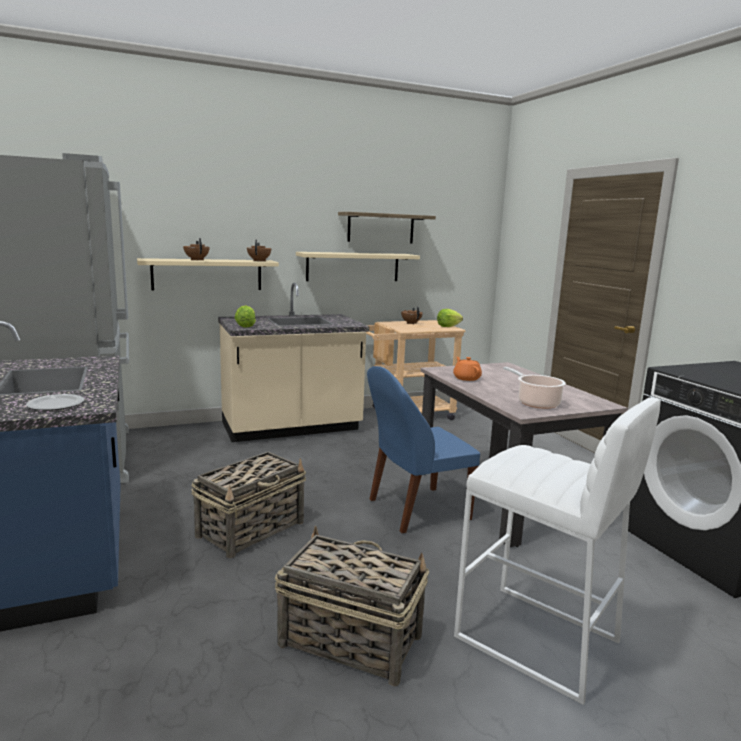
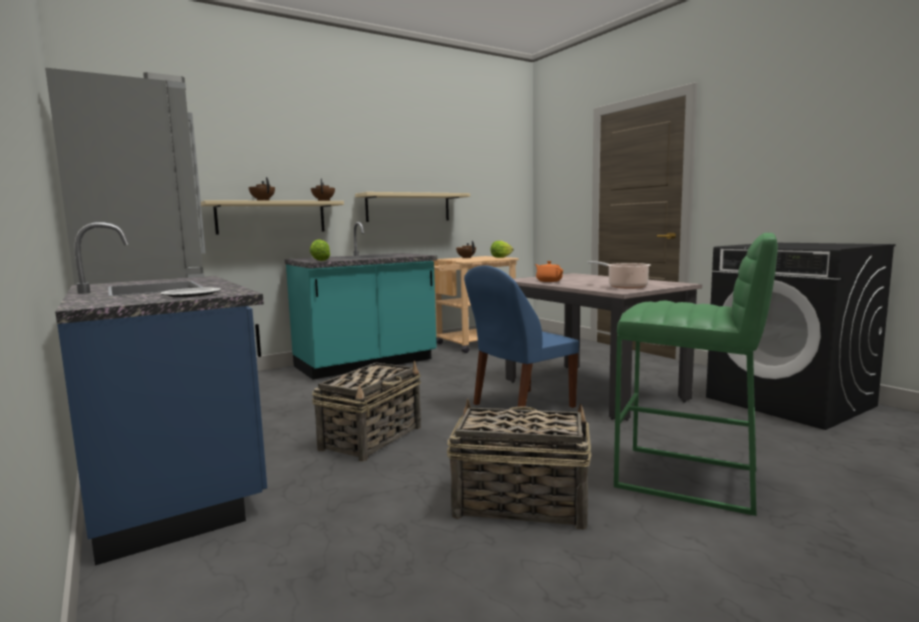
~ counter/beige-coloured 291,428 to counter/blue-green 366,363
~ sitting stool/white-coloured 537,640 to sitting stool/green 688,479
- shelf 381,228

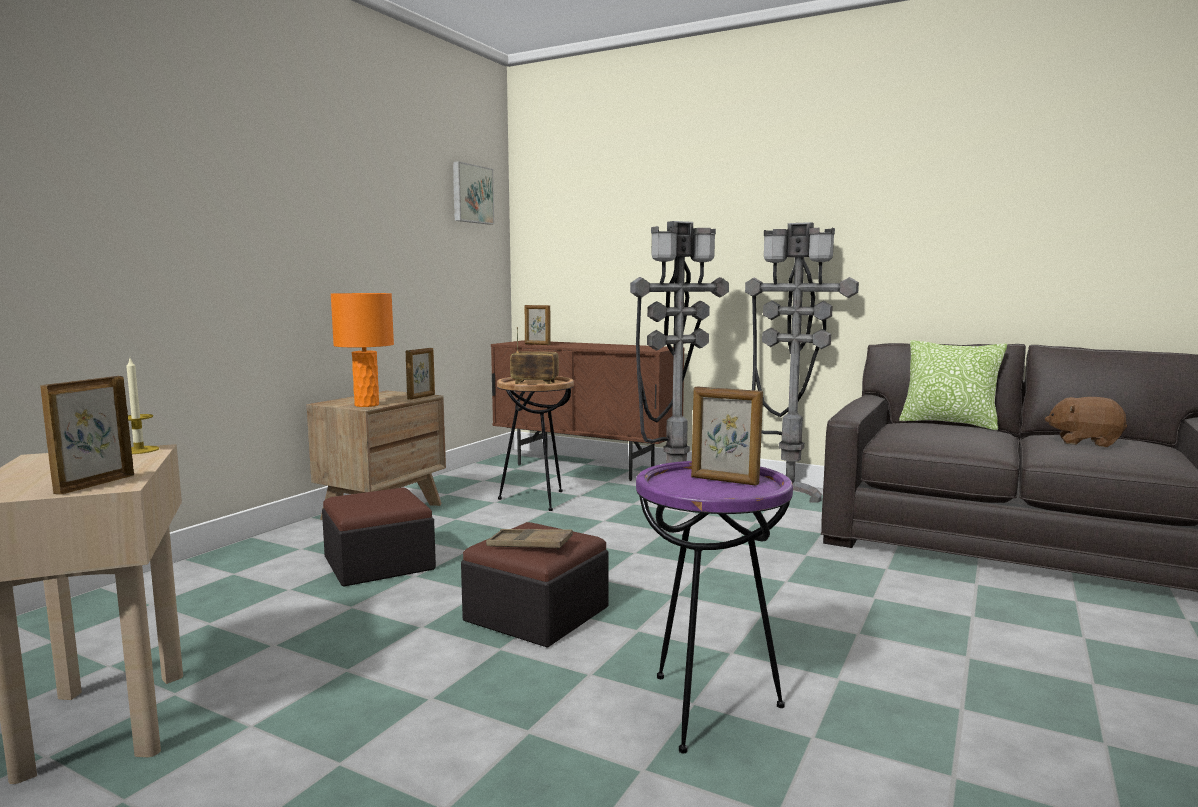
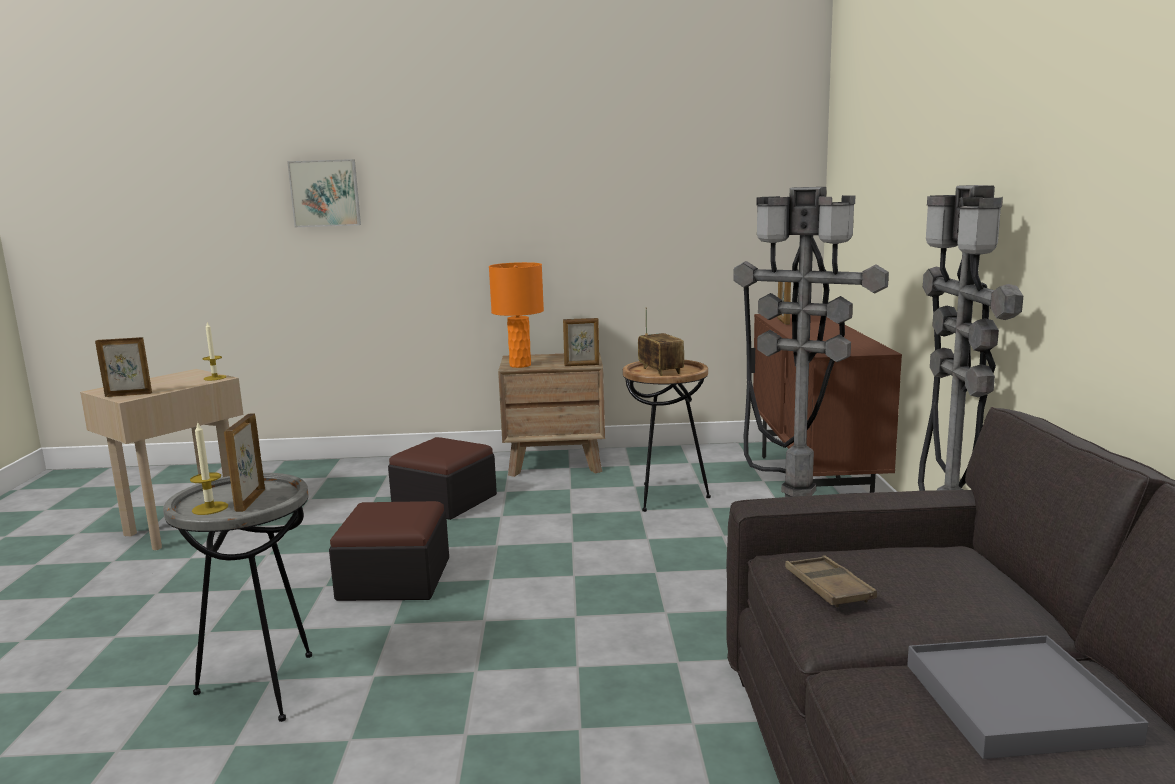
~ side table/purplish 708,709 to side table/greyish 263,688
+ wax light 210,508
~ picture 471,194 to 325,193
~ carrying tray/brownish 529,545 to 828,588
~ soft toy/brownish 1085,442 to carrying tray/greyish 1016,703
- throw pillow 949,423

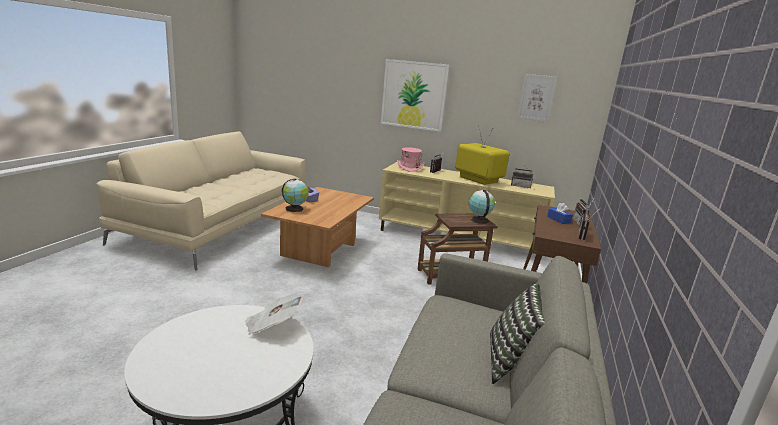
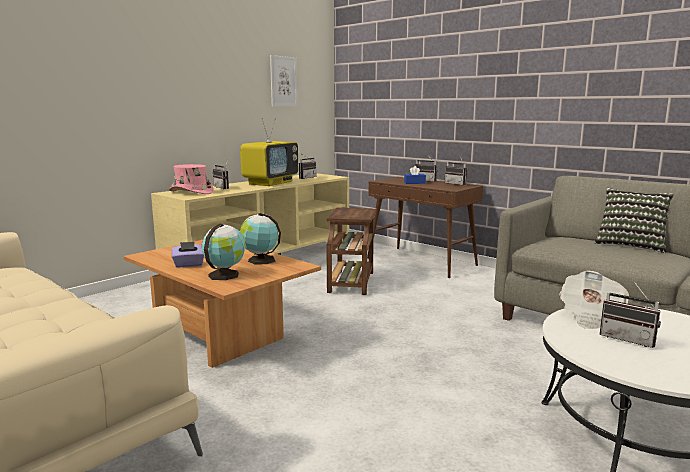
~ TV 477,179 = 270,183 135 degrees clockwise
~ world globe 479,220 to 260,260
+ radio receiver 628,339
- picture 414,95

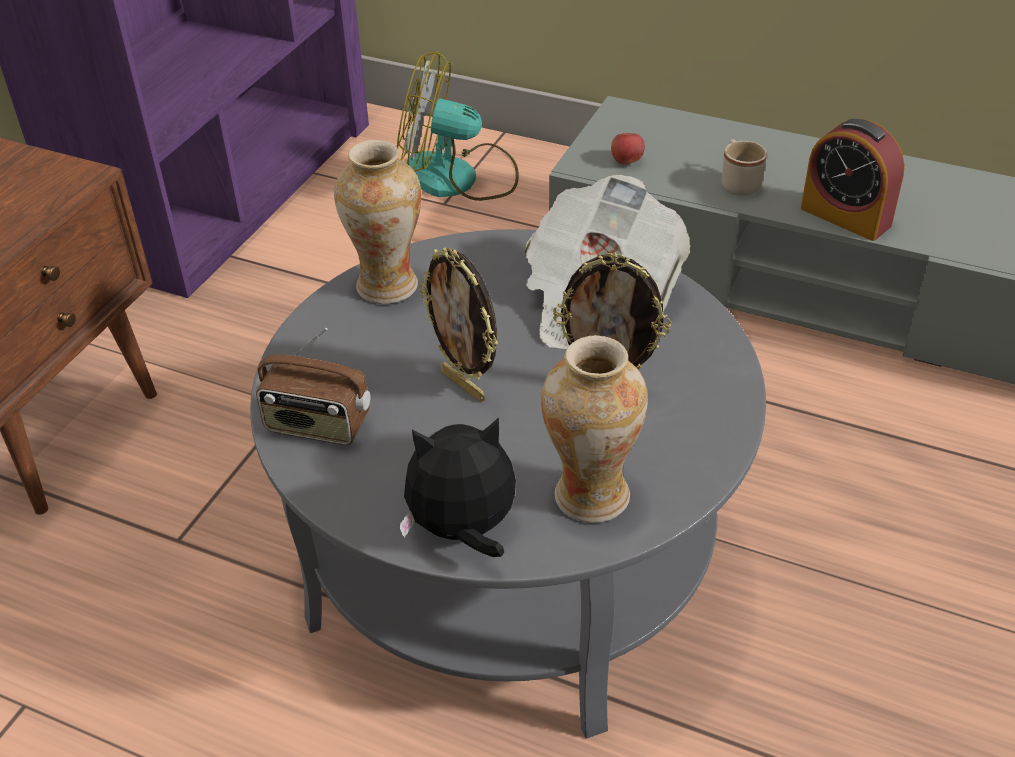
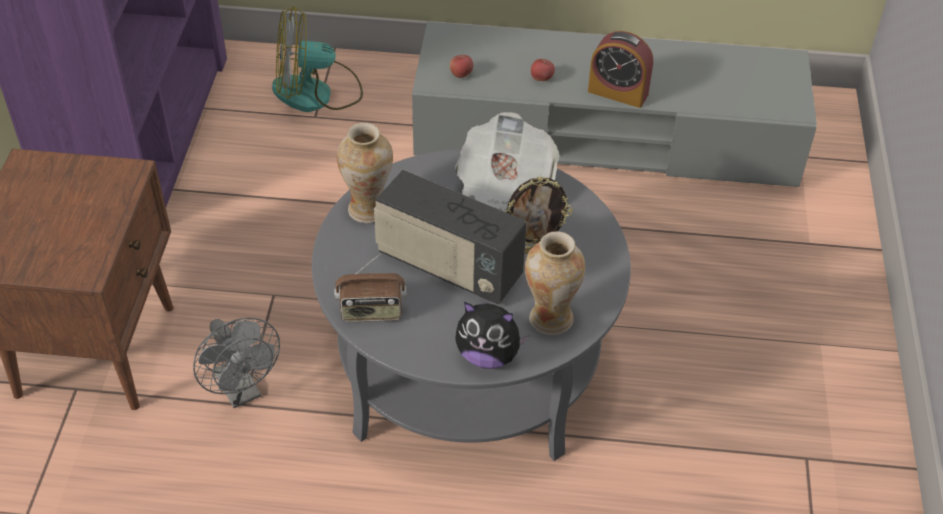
+ electric fan/greyish 242,391
~ standing frame 465,385 to radio receiver 448,267
~ soft toy 463,531 = 488,355 135 degrees counterclockwise
~ mug/beige-coloured 738,183 to apple fruit 541,78

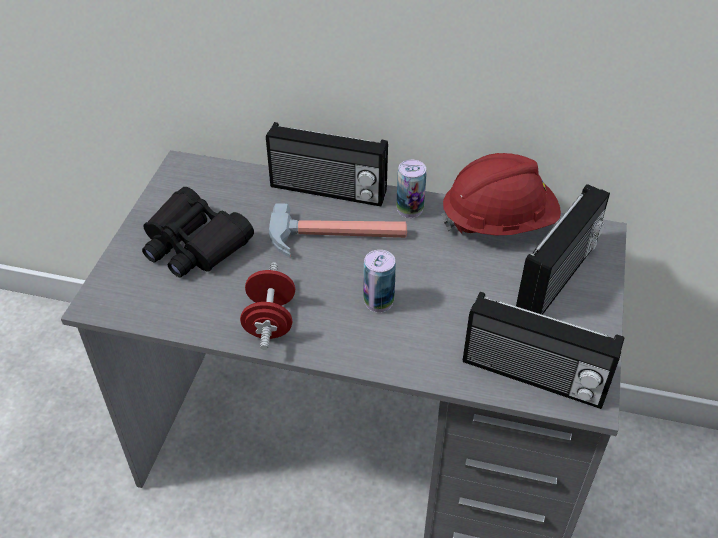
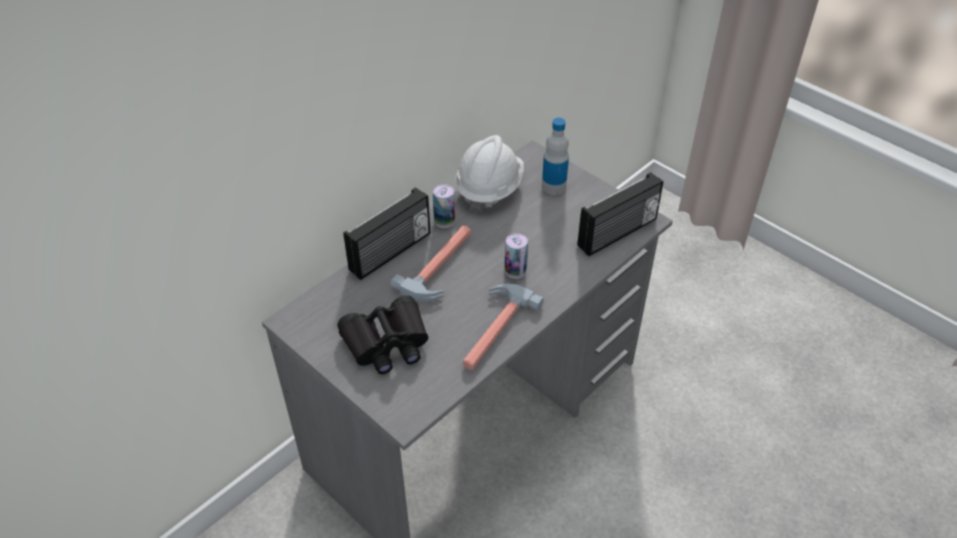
~ hard hat/red-coloured 498,222 to hard hat/white-coloured 489,188
~ dumbbell/red-coloured 270,320 to hand hammer 493,329
~ radio receiver 559,277 to beverage bottle 553,186

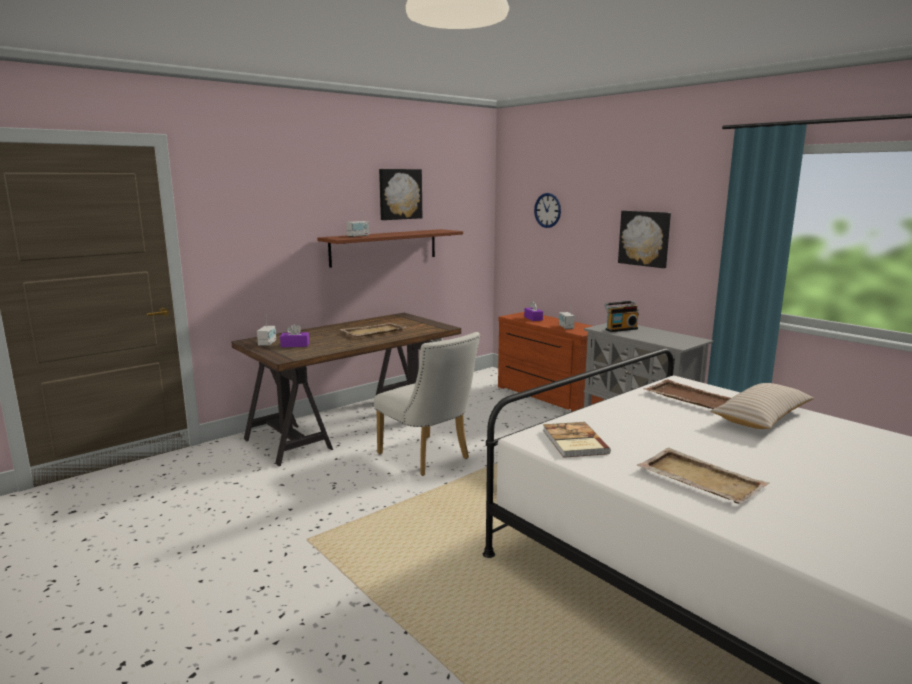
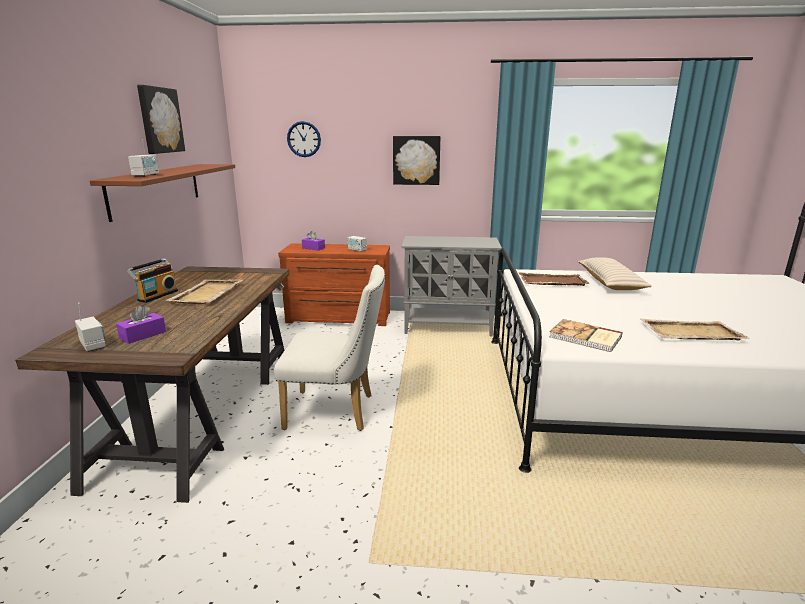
~ radio receiver 620,329 to 157,295

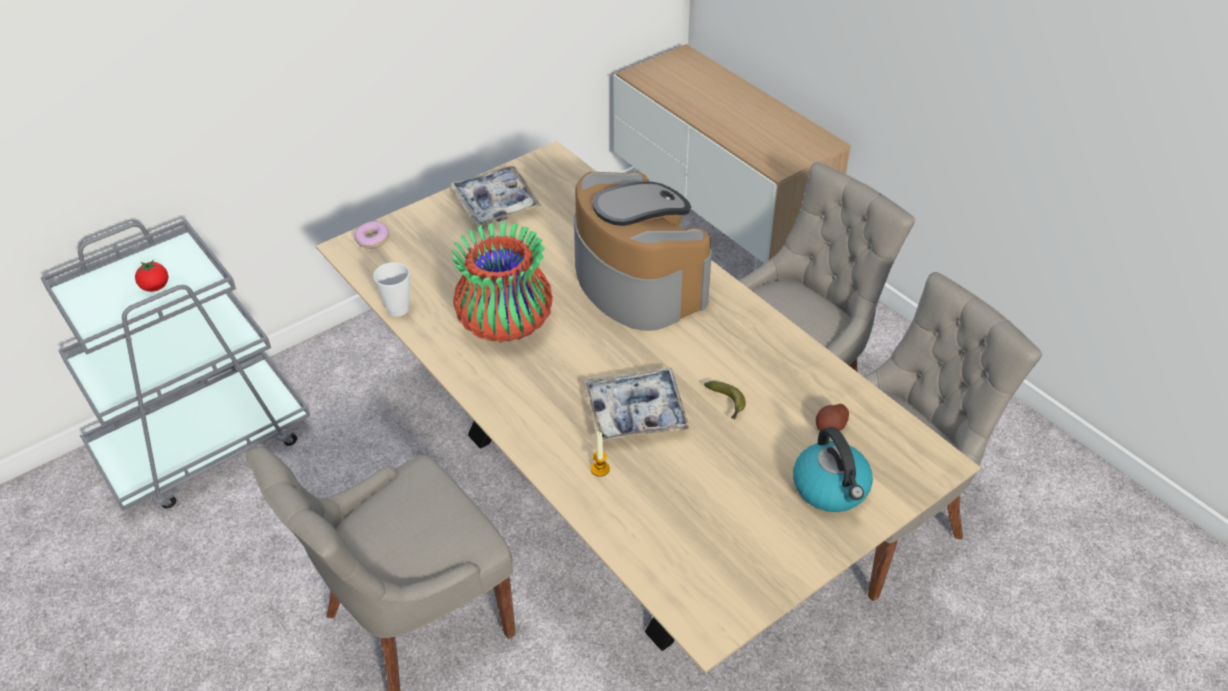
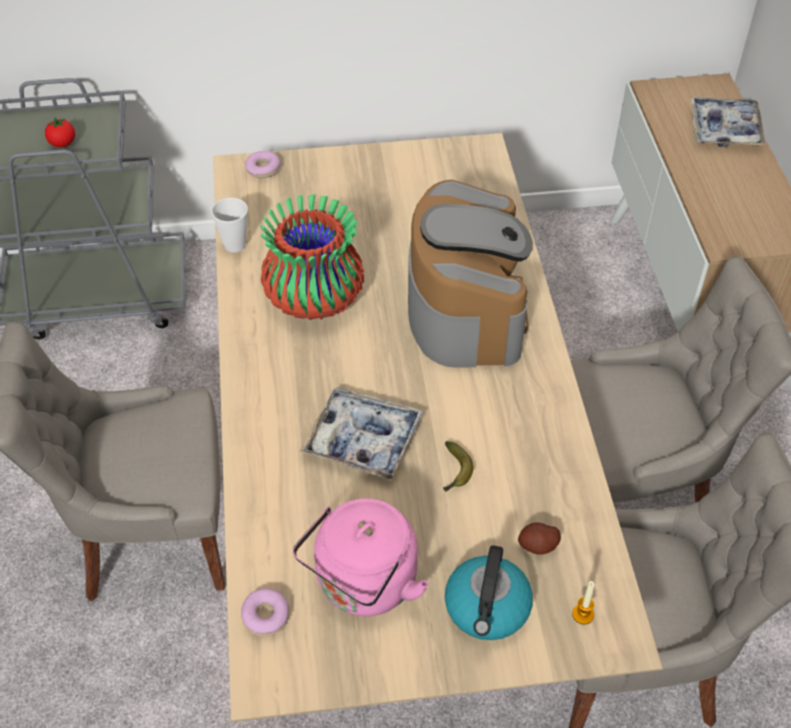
+ donut 266,616
+ kettle/pink-coloured 363,585
~ wax light 600,469 to 583,614
~ carrying tray 495,203 to 724,129

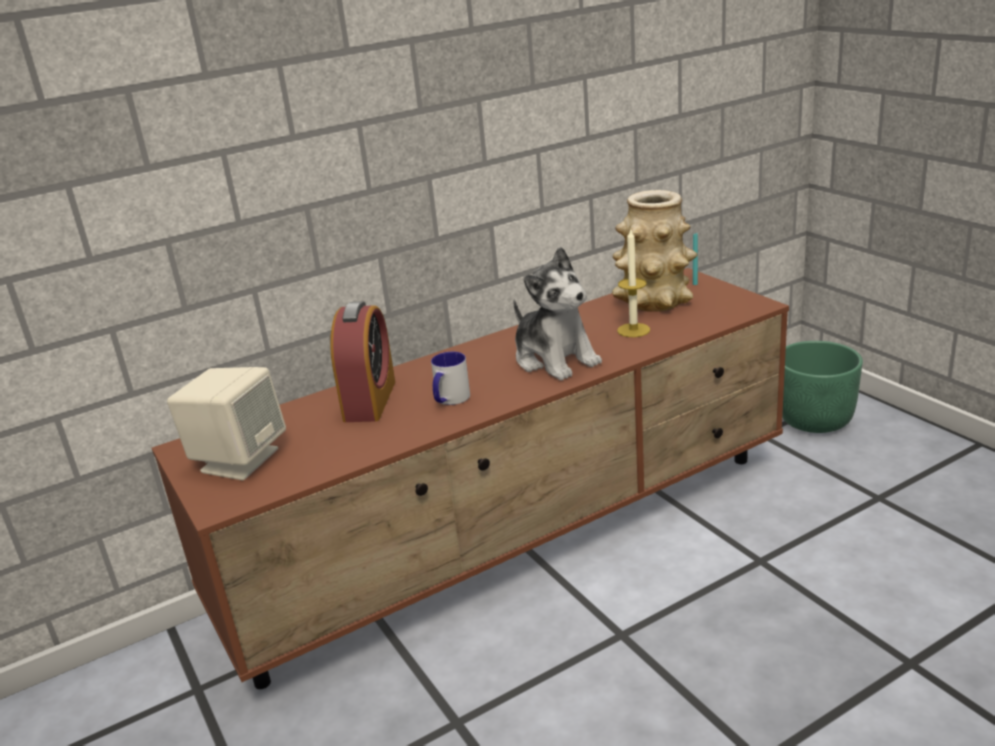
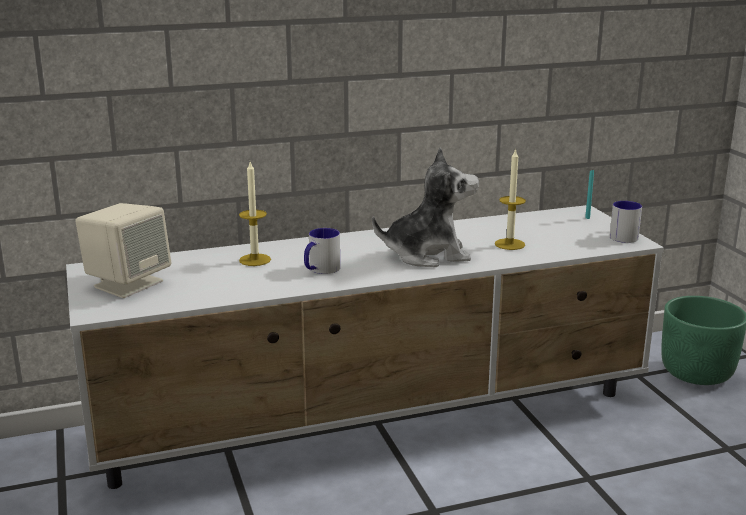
~ tv stand/brownish 518,540 to tv stand/white-coloured 375,419
~ table clock 370,400 to wax light 255,260
~ soft toy 555,359 = 427,255 75 degrees counterclockwise
+ mug 622,235
- decorative vase 654,301

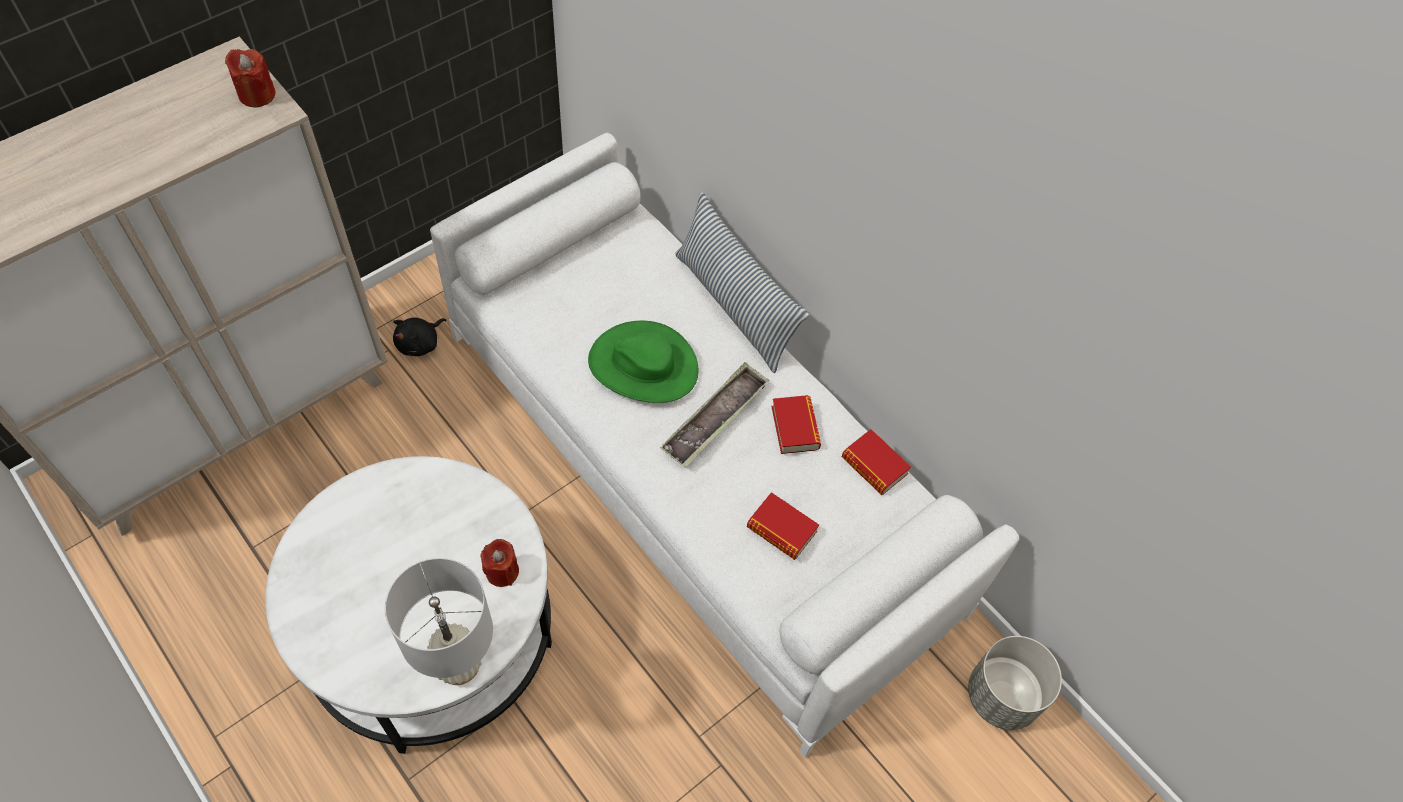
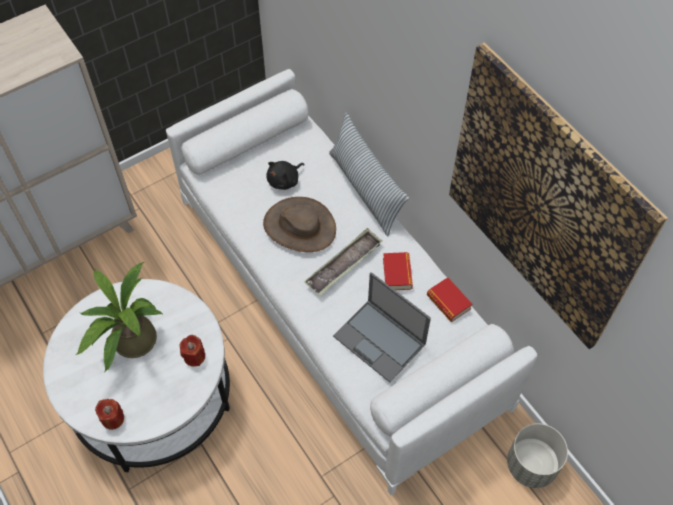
+ houseplant 130,343
~ wax light/red-coloured 257,94 to 113,419
~ wearable hat/green 643,365 to wearable hat/brownish 299,226
~ soft toy/black-coloured 420,343 to 285,180
~ book 781,529 to portable computer 380,340
+ picture 543,201
- tabletop lamp/white-coloured 459,665

